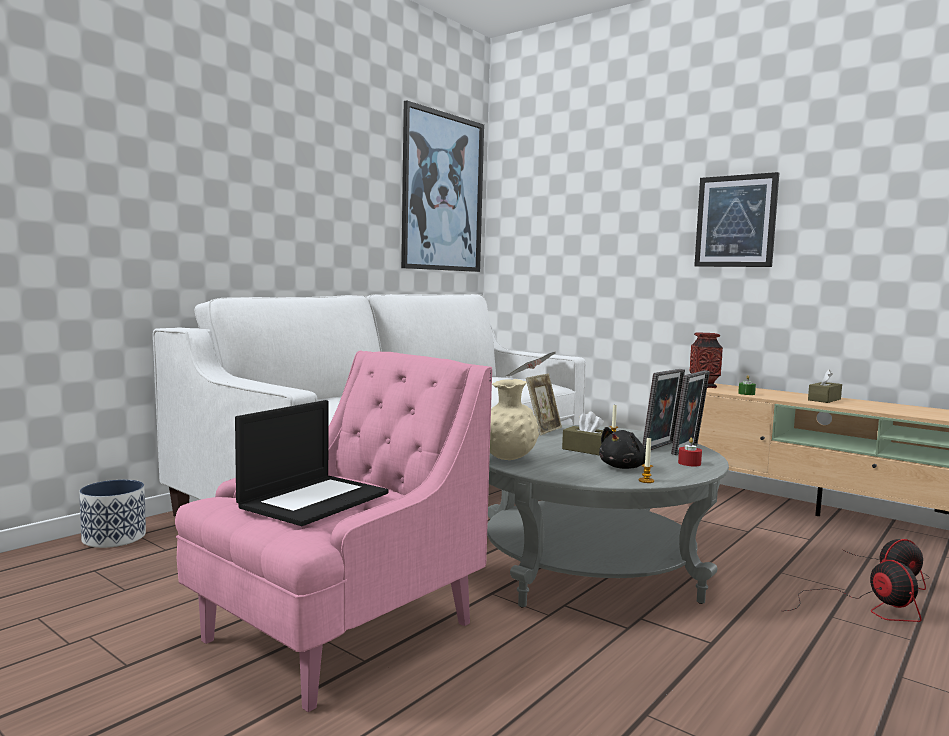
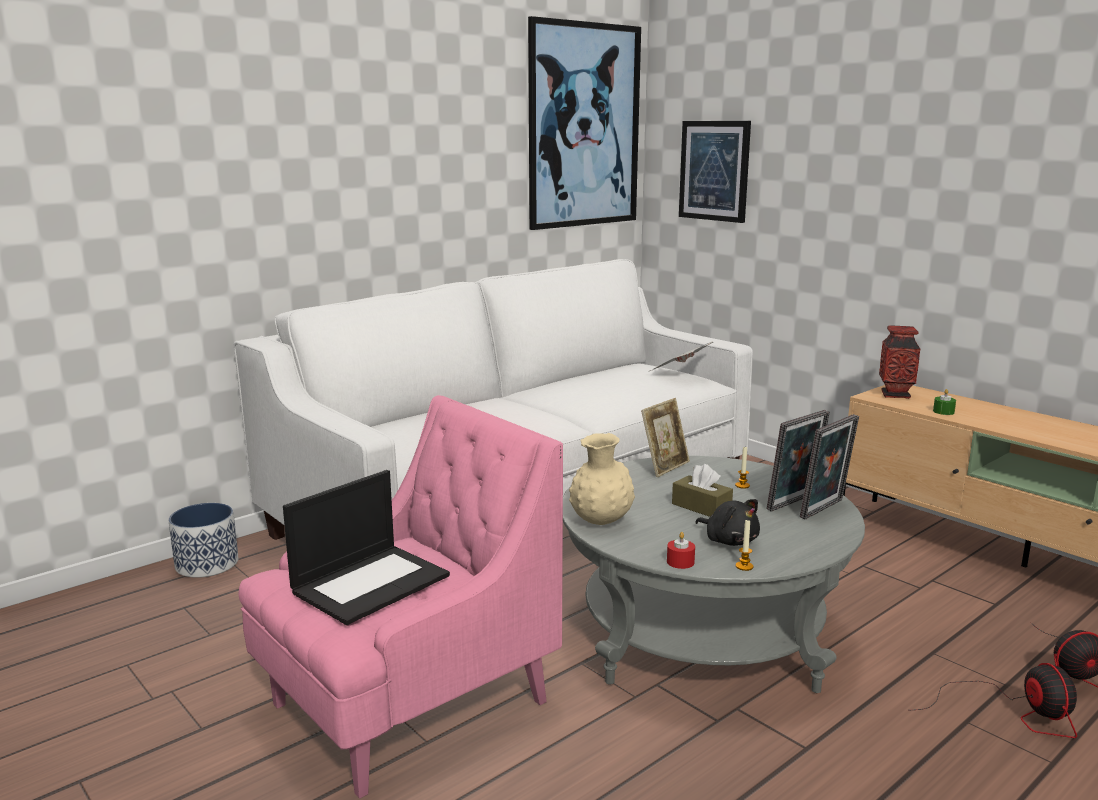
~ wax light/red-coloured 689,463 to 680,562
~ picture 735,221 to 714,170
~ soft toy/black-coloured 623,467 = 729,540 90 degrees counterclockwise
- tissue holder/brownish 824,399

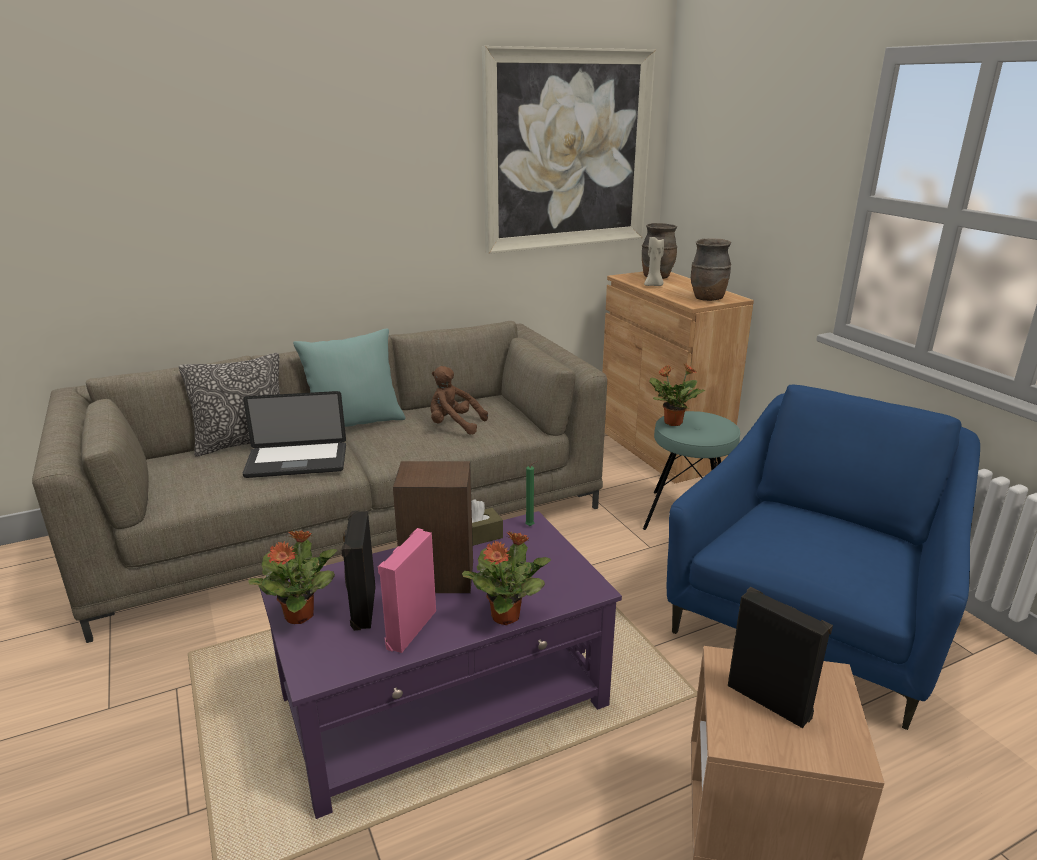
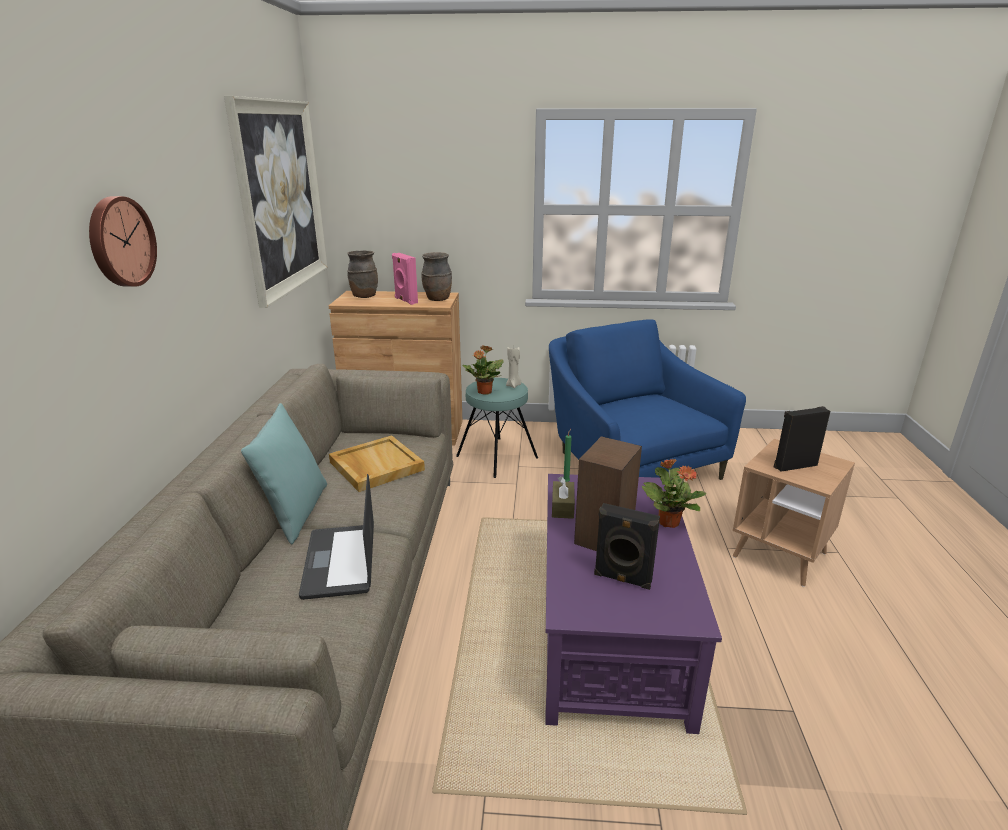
+ clock on the wall 120,242
~ portable computer 297,461 = 340,562 150 degrees clockwise
~ soft toy/brownish 454,425 to carrying tray/beige-coloured 375,466
~ loudspeaker/pink-coloured 409,629 to 405,301
~ wax light/beige-coloured 653,285 to 513,385
- throw pillow 244,443
- houseplant 300,615

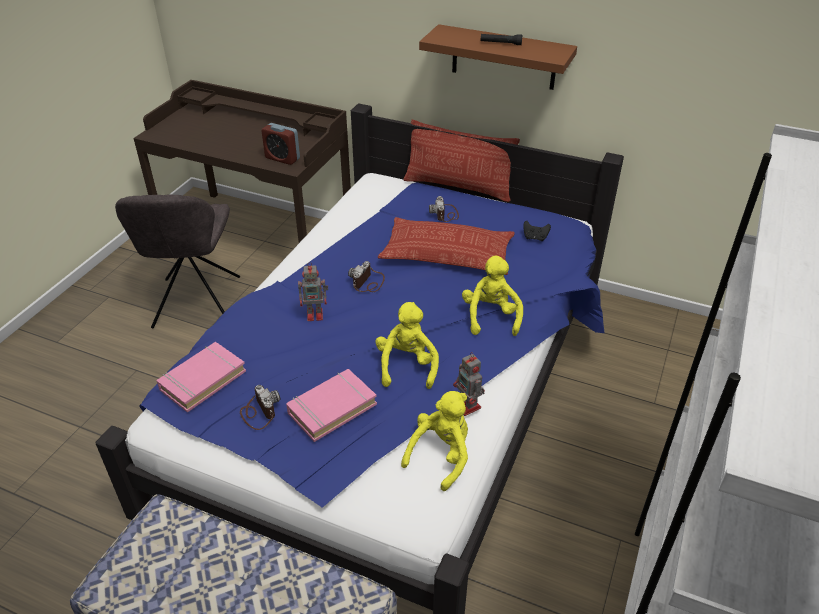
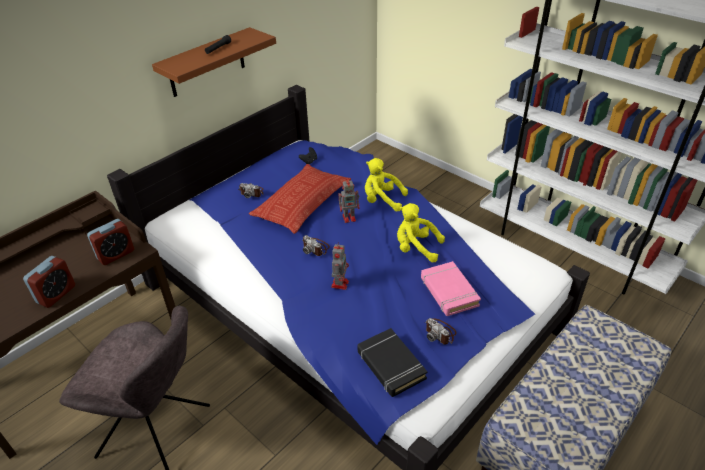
+ table clock 56,294
~ model robot 468,407 to 350,217
~ book/pink-coloured 202,380 to book/black-coloured 390,365
~ still camera 259,412 = 440,333 120 degrees counterclockwise
- soft toy/yellowish 441,455
- throw pillow 458,187

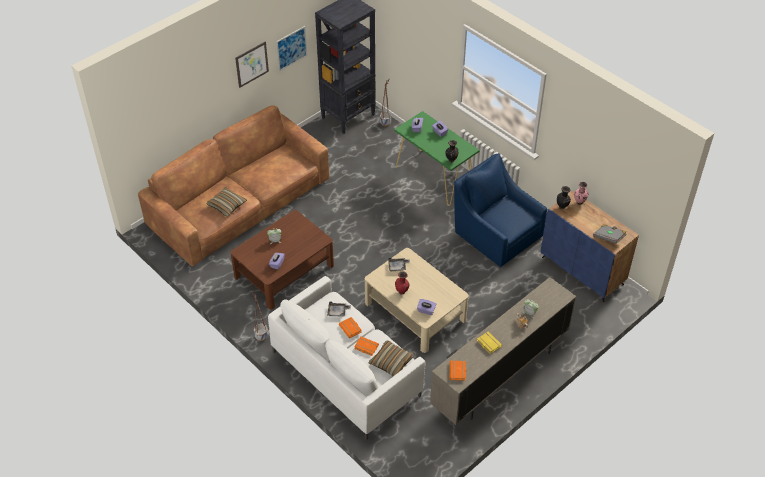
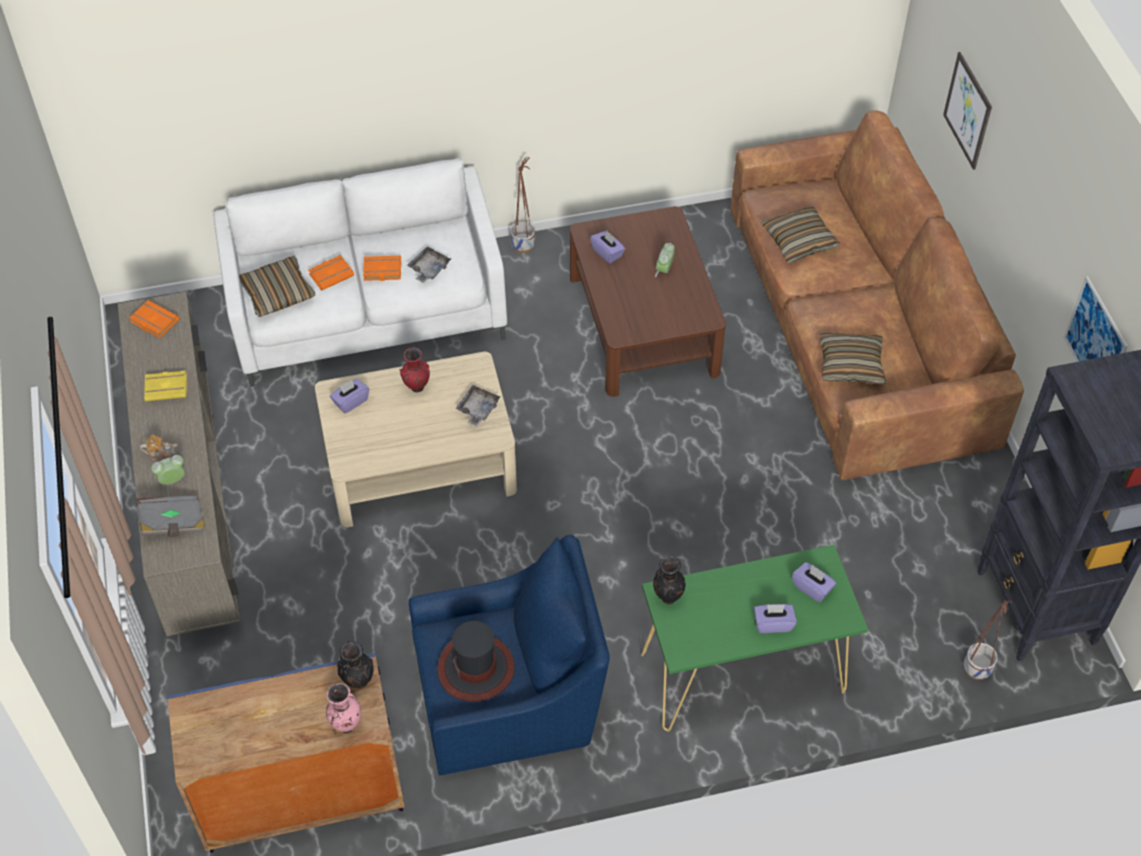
~ book/greyish 609,238 to 172,523
+ wearable hat 476,668
+ throw pillow 850,365
~ picture 252,64 to 967,110

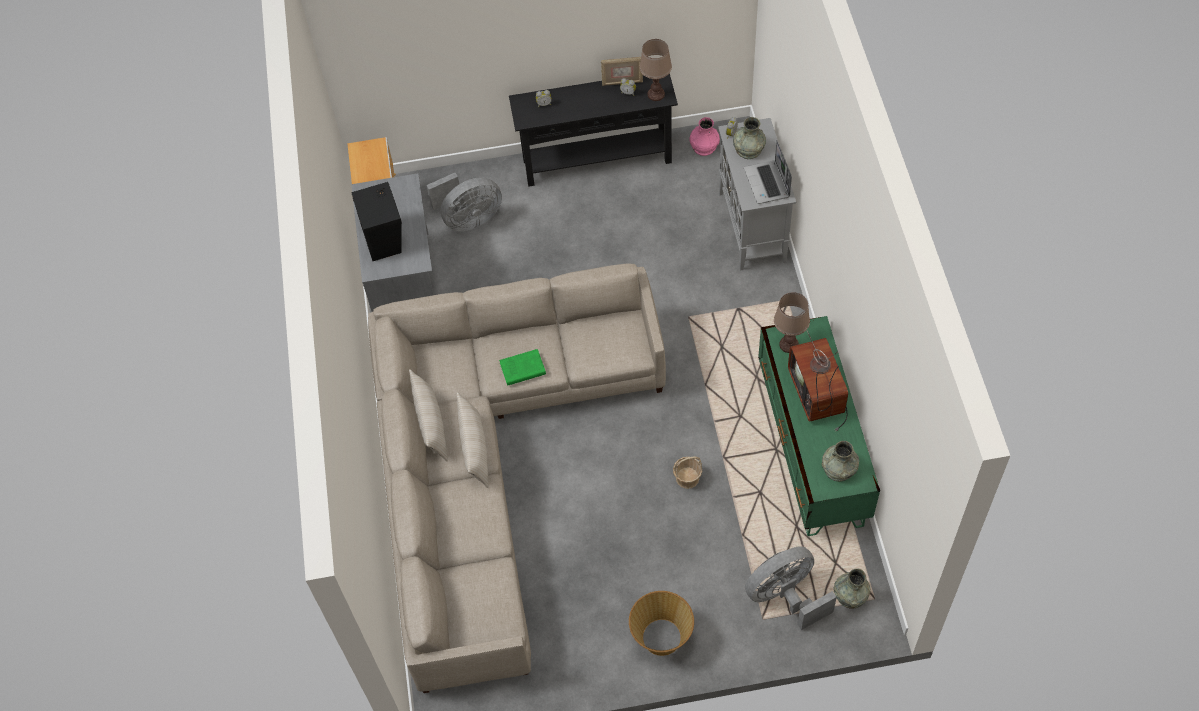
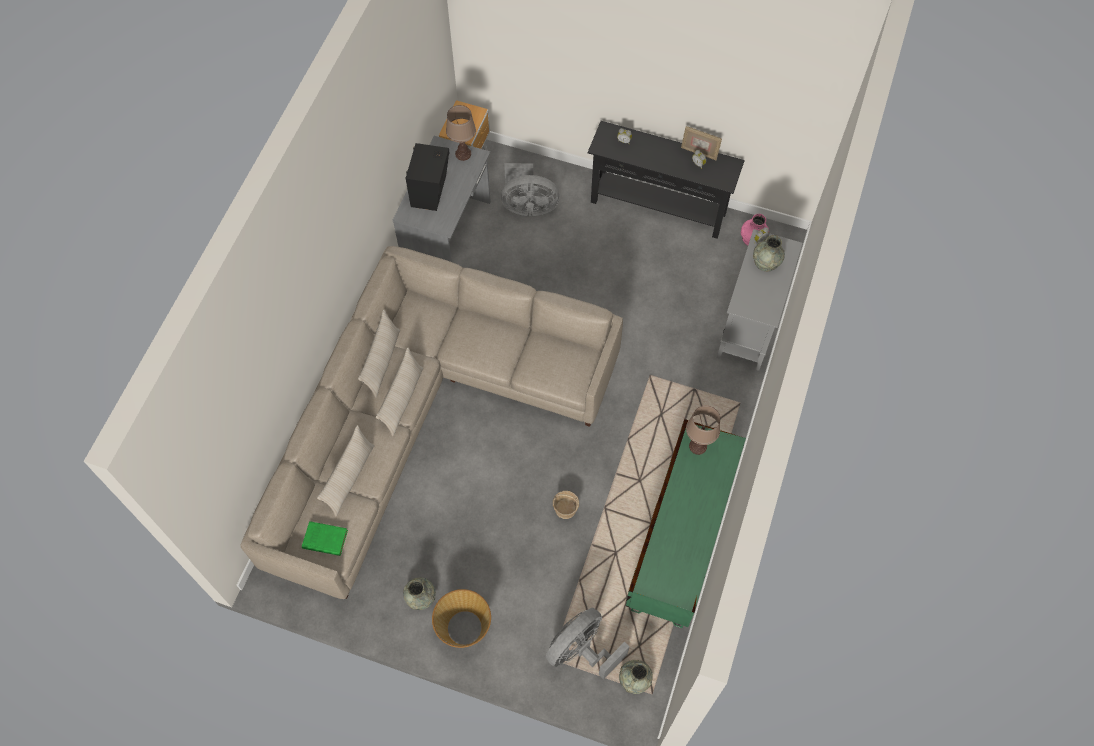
~ book/green 521,369 to 324,539
+ throw pillow/beige-coloured 350,478
~ decorative vase/greyish 838,468 to 420,597
~ tabletop lamp/brownish 655,94 to 463,154
~ electric fan/greyish 785,596 = 581,650 45 degrees counterclockwise
- portable computer 767,183
- TV 819,394

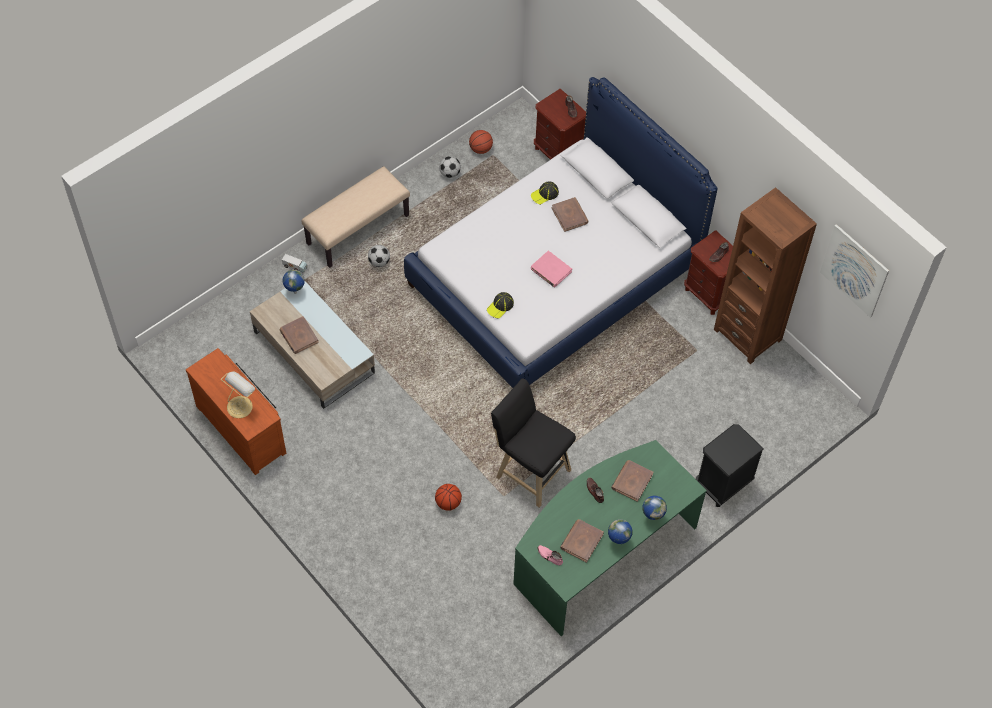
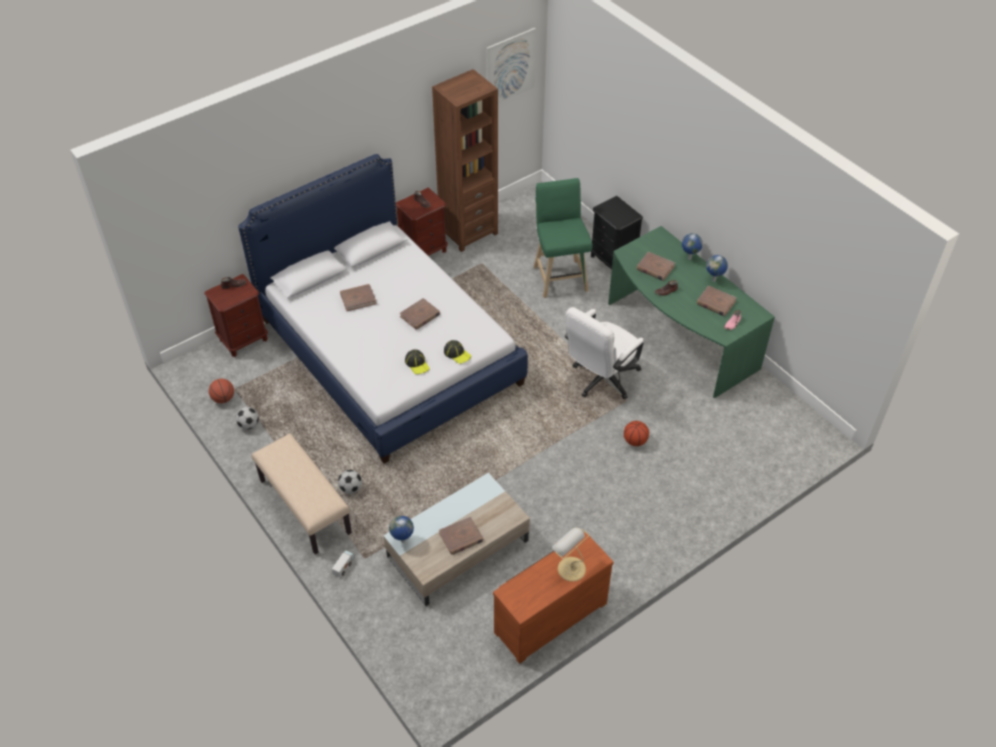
~ book/pink-coloured 550,270 to book/brownish 420,315
~ peaked cap 545,194 to 417,364
+ sitting stool/green 559,276
~ sitting stool/black-coloured 530,471 to computer chair/white-coloured 600,380

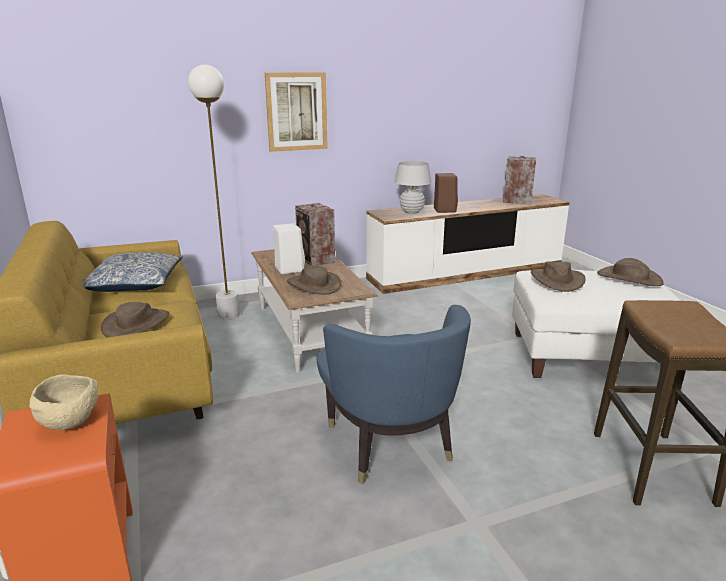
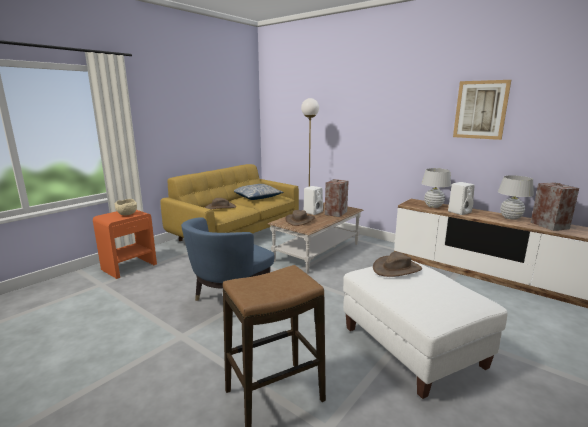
~ loudspeaker/brownish 444,210 to loudspeaker/white-coloured 459,212
~ picture 297,112 to 480,110
+ tabletop lamp/white-coloured 510,217
- wearable hat/brownish 629,278

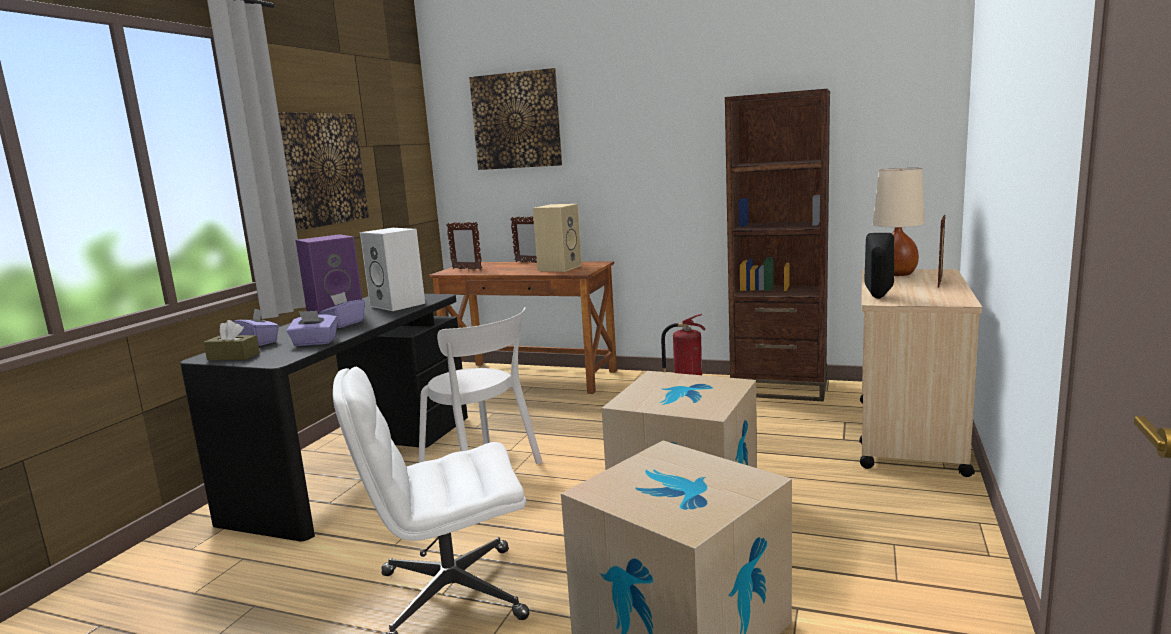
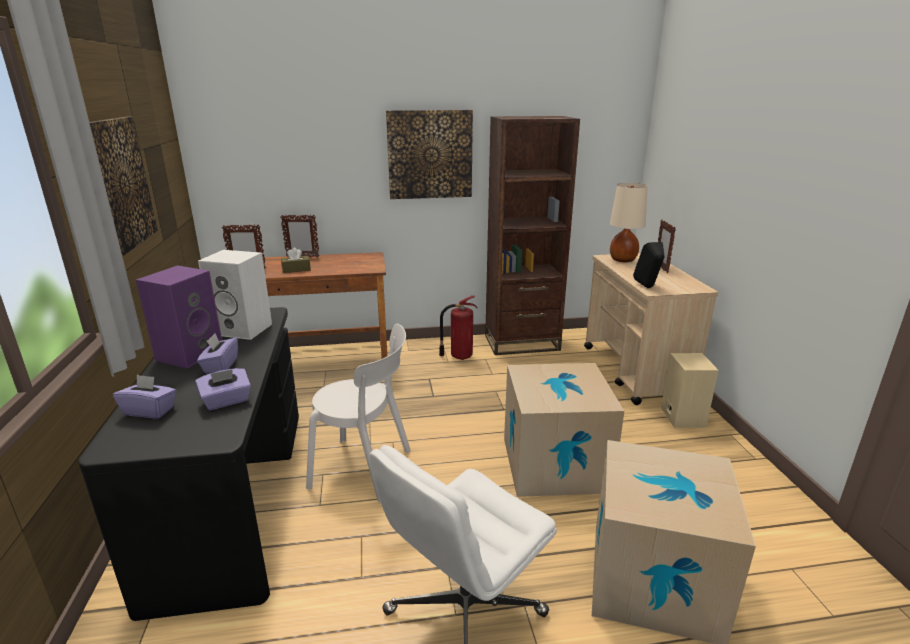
~ tissue holder/brownish 233,356 to 296,269
~ picture 516,120 to 430,154
~ loudspeaker/beige-coloured 559,268 to 681,416

